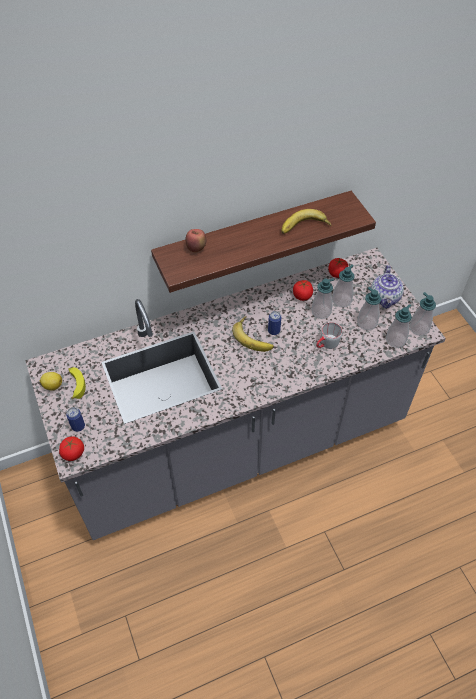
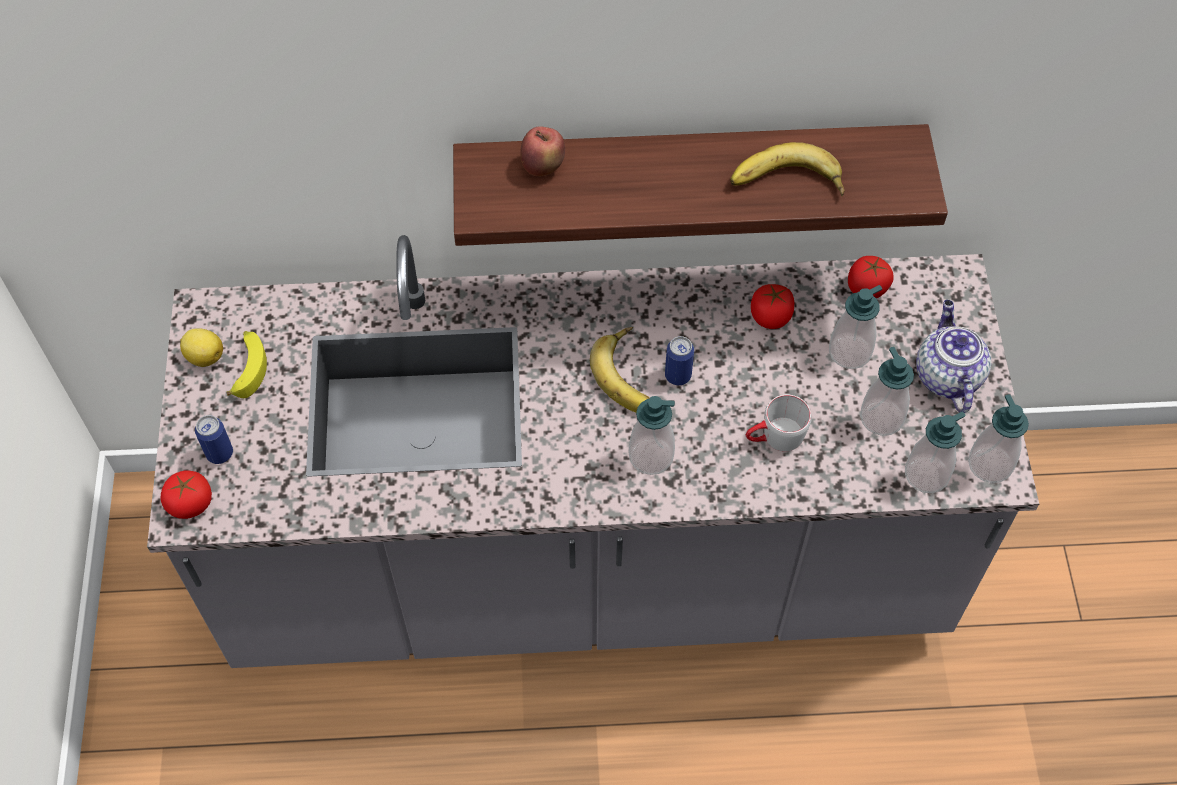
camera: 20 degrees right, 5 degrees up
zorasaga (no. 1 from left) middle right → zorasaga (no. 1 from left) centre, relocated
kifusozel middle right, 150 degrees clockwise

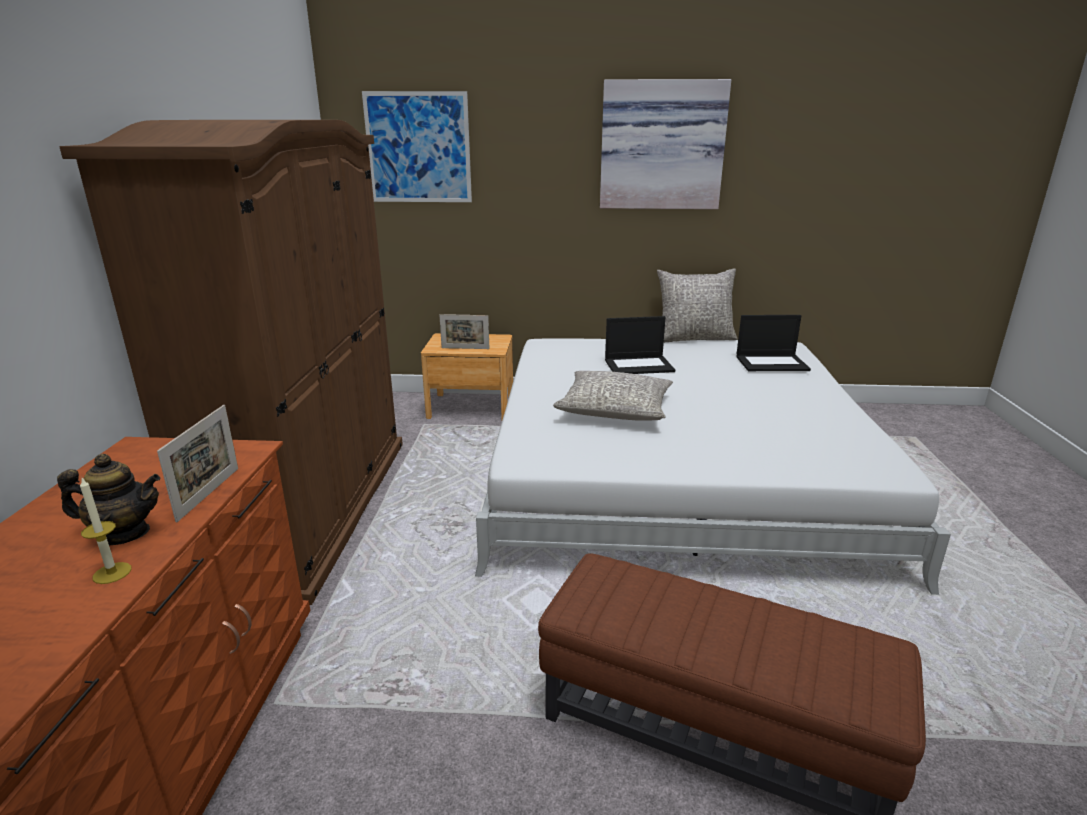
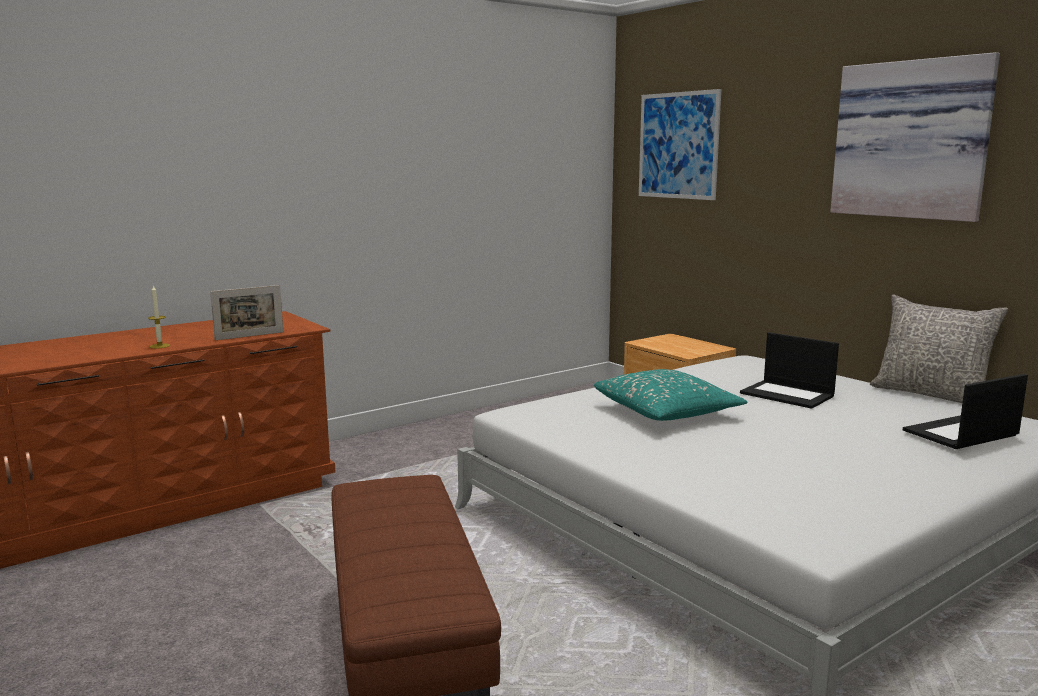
camera: 50 degrees right, 10 degrees down
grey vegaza (no. 1 from left) centre → turquoise vegaza centre
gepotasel (no. 2 from left) middle right, 105 degrees clockwise
kifusozel middle left → -
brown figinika middle left → -
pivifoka (no. 2 from left) centre → -

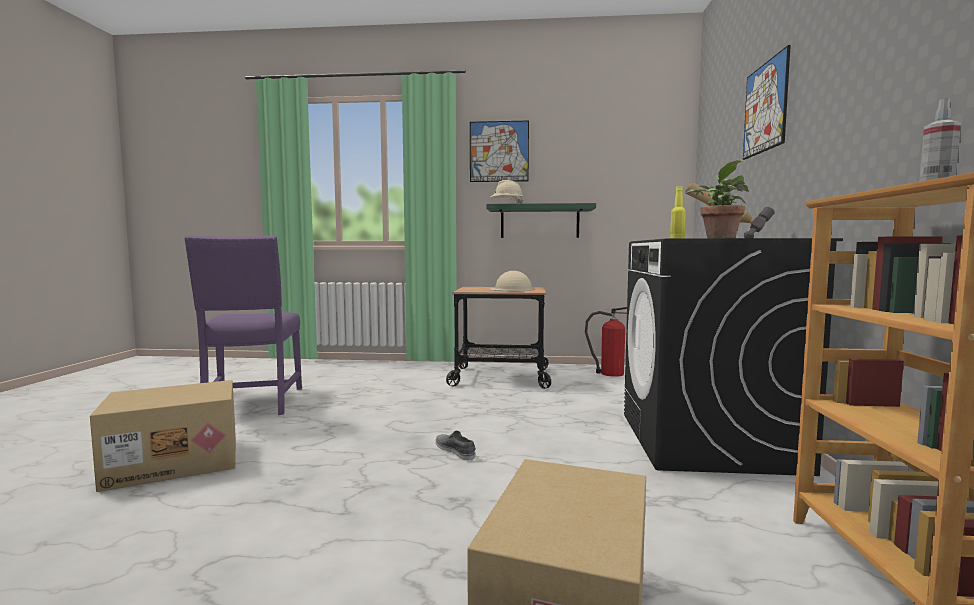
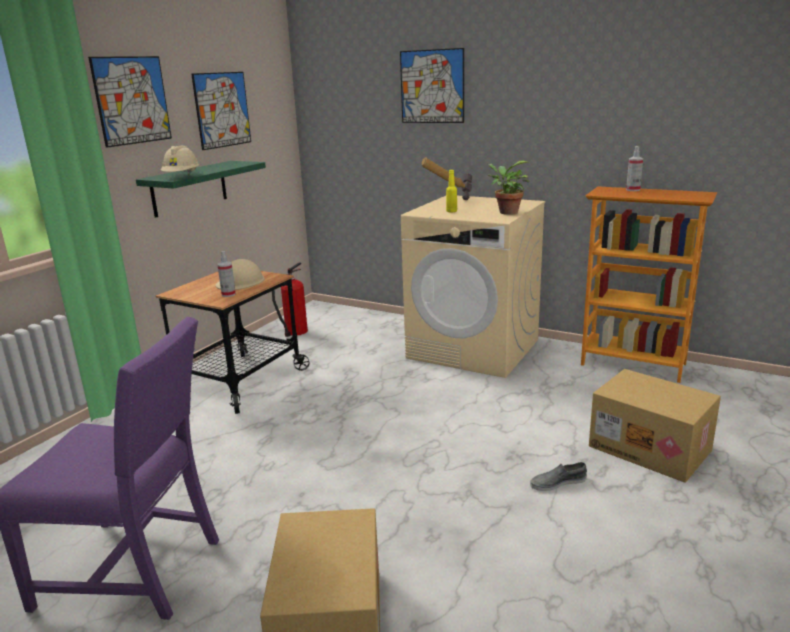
camera: 65 degrees left, 15 degrees up
- → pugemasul (no. 2 from left) top left
- → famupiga (no. 1 from left) middle left
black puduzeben middle right → beige puduzeben centre
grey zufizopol bottom centre → grey zufizopol bottom right, relocated

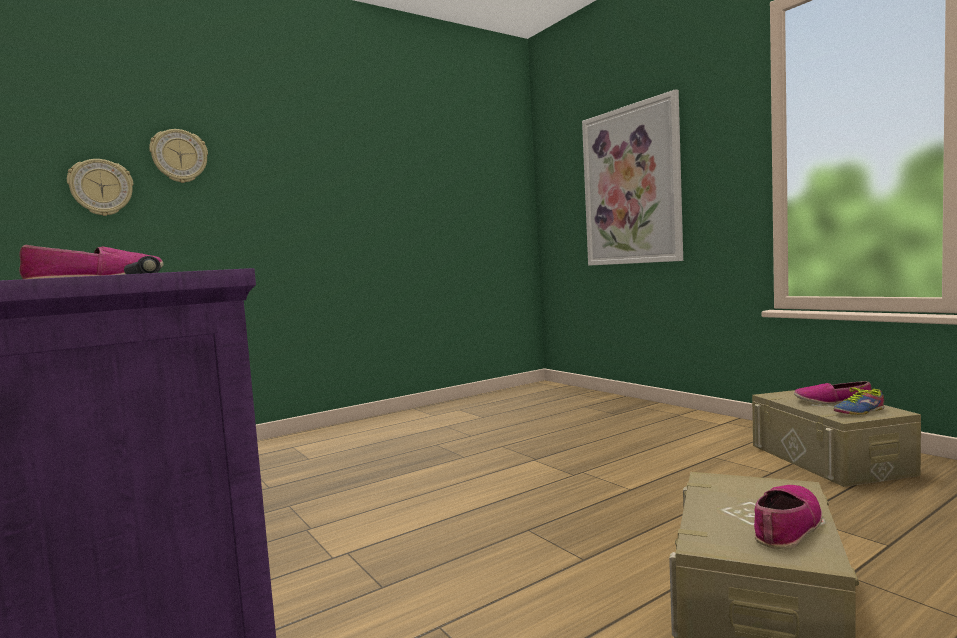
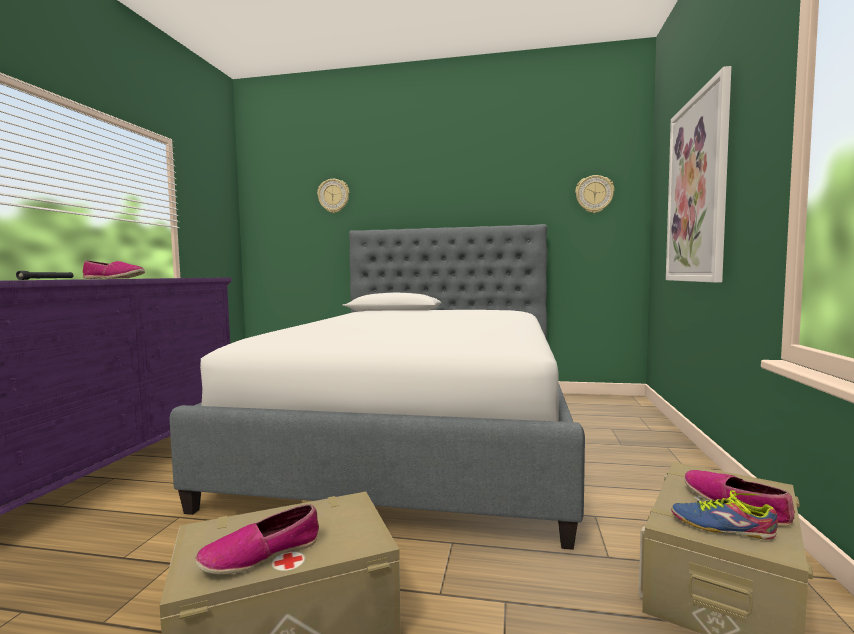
camera: 45 degrees right, 0 degrees up
- → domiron centre
zufizopol (no. 2 from left) bottom right → zufizopol (no. 2 from left) bottom left, 150 degrees clockwise
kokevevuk (no. 1 from left in the first image) top left → kokevevuk (no. 2 from left) top right, relocated

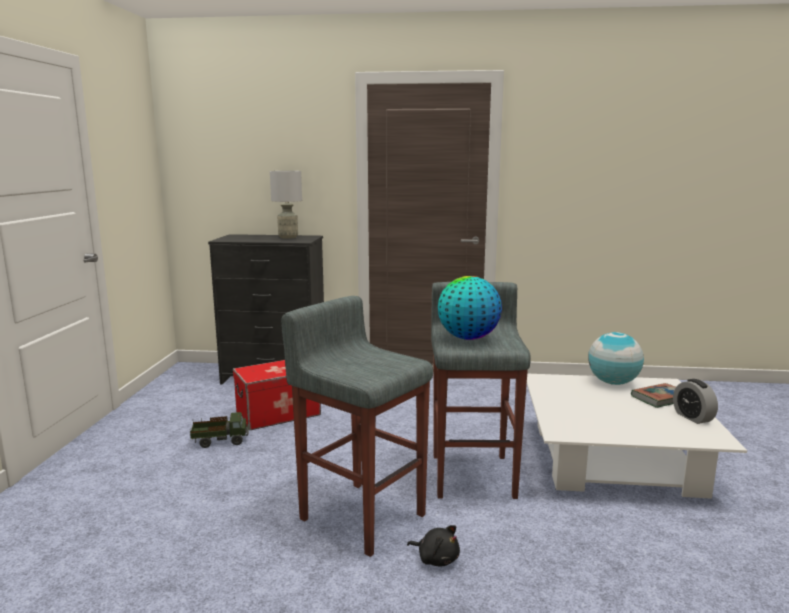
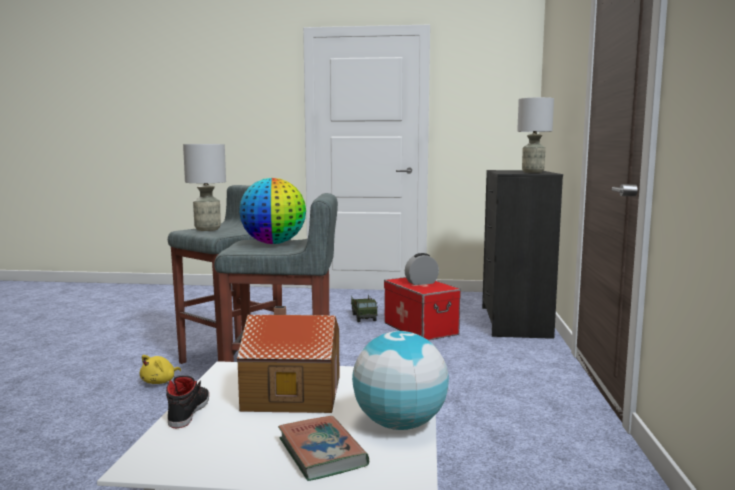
camera: 90 degrees right, 5 degrees down
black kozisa bottom centre → yellow kozisa bottom left
- → black zufizopol bottom left
- → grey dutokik (no. 1 from left) middle left
- → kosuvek bottom centre
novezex middle right → novezex centre, relocated

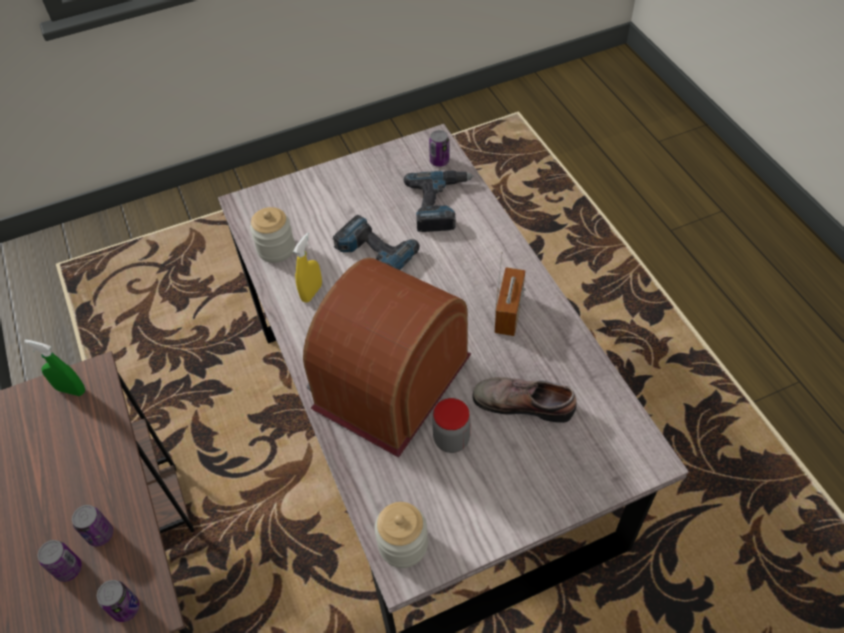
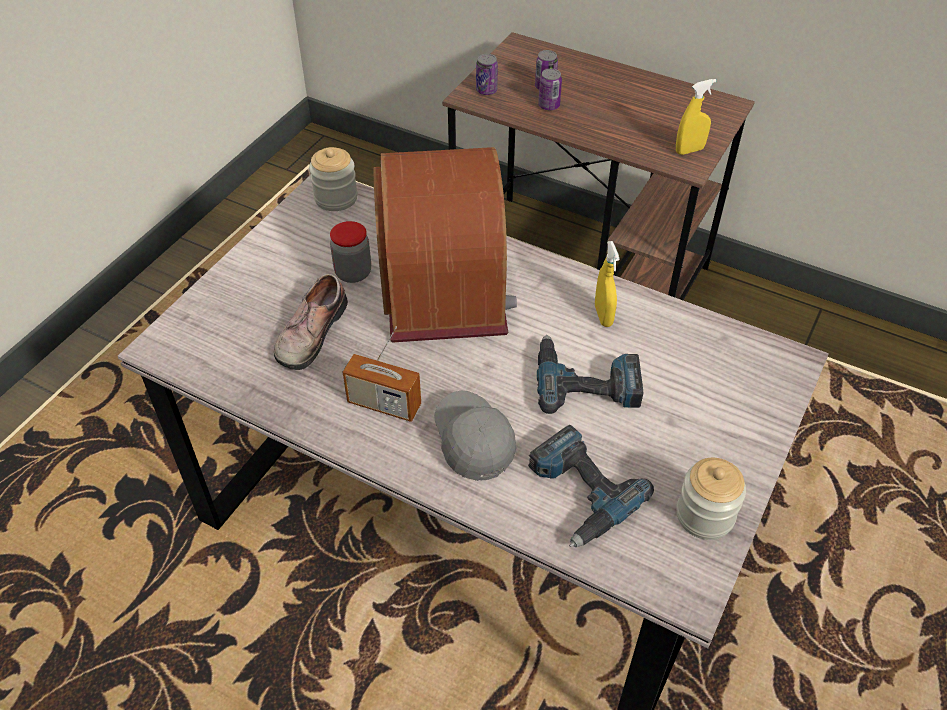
camera: 140 degrees right, 5 degrees down
zufizopol centre → zufizopol middle left, 135 degrees clockwise
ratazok (no. 2 from left in the first image) centre → ratazok (no. 1 from left) centre, 45 degrees counterclockwise
- → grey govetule centre
green famupiga middle left → yellow famupiga (no. 2 from left) top right
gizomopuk (no. 1 from left in the first image) middle left → gizomopuk (no. 3 from left) bottom right, relocated
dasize (no. 4 from left) top centre → -

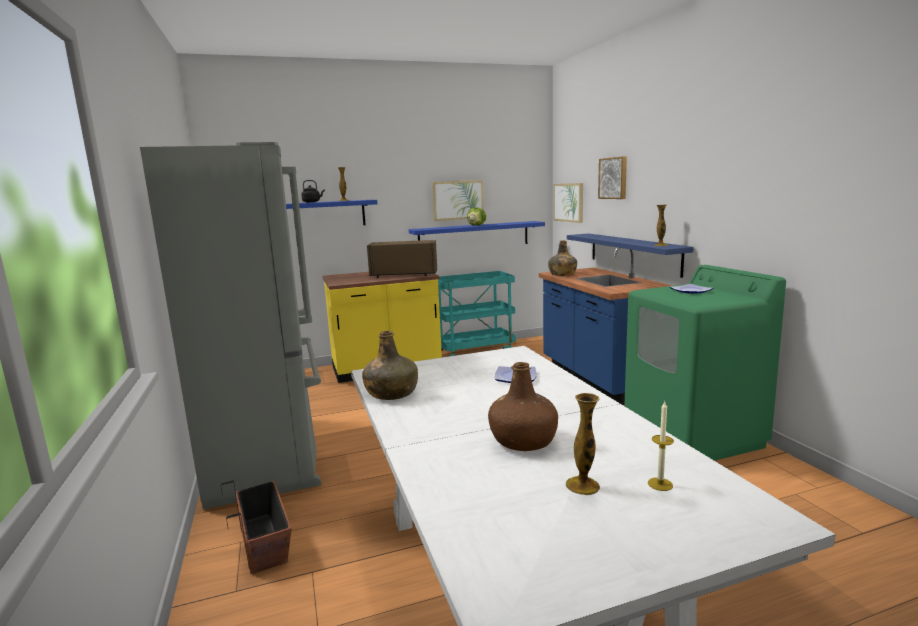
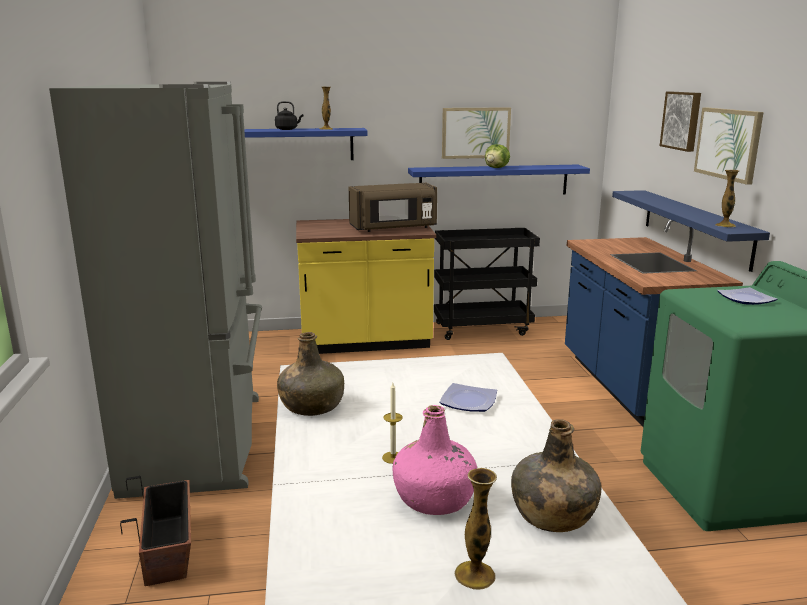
camera: 10 degrees right, 5 degrees up
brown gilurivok centre, 150 degrees clockwise
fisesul bottom right → fisesul bottom centre, relocated
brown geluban centre → pink geluban bottom centre
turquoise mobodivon centre → black mobodivon centre
green geluban (no. 2 from left) centre → green geluban (no. 2 from left) bottom right, relocated
pugemasul (no. 2 from left in the first image) top centre → pugemasul (no. 3 from left) top right, relocated

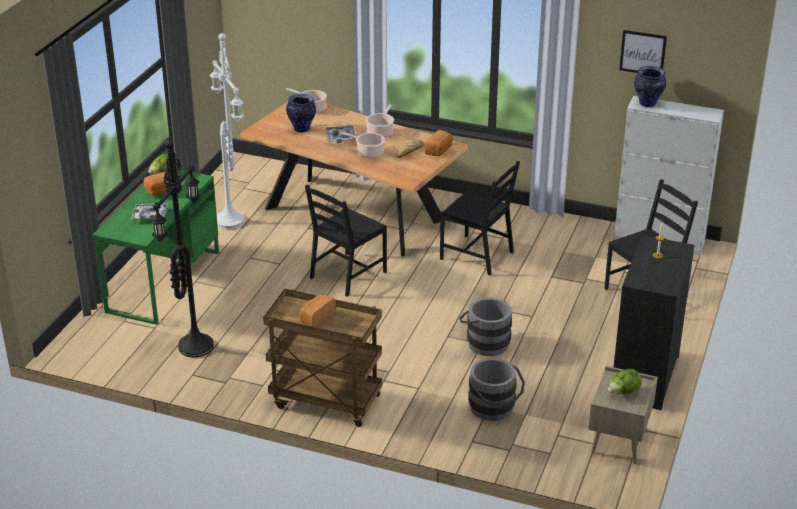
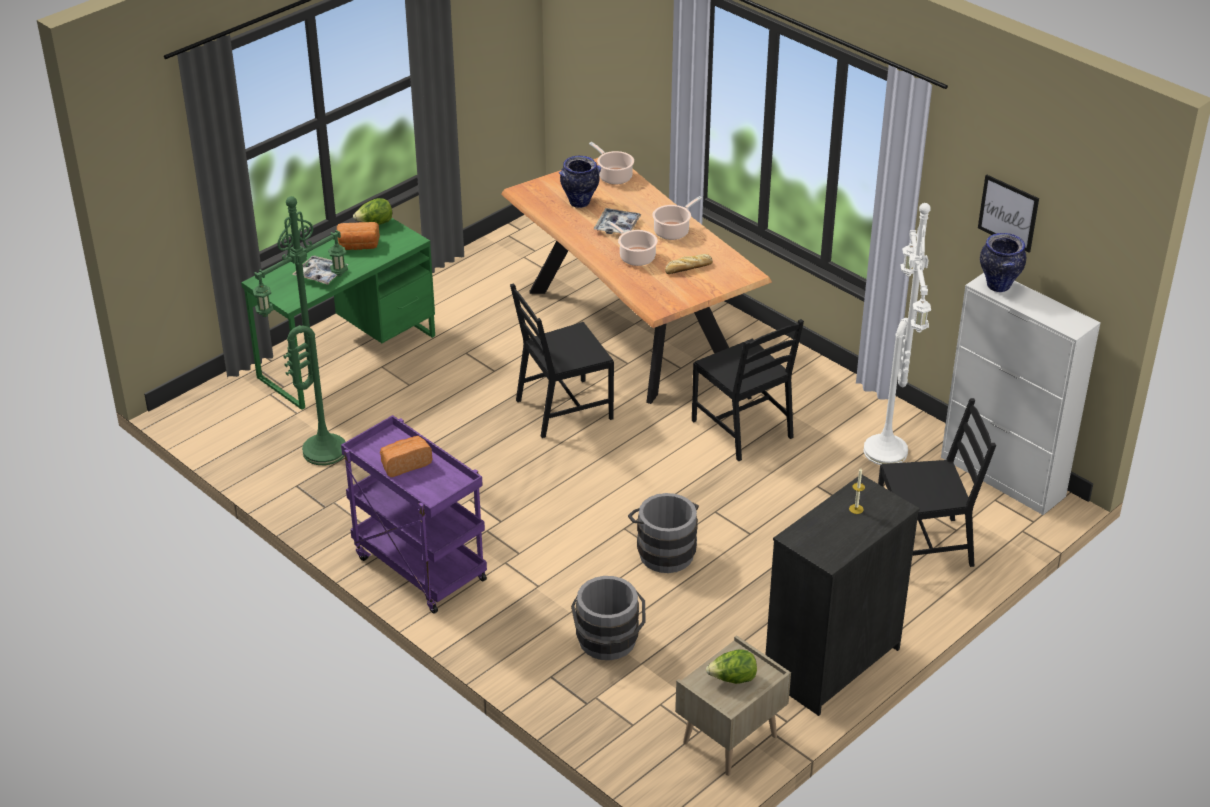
camera: 25 degrees right, 5 degrees up
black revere middle left → green revere middle left
brown mobodivon bottom centre → purple mobodivon centre
white revere top left → white revere middle right, relocated
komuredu (no. 4 from left) top centre → -

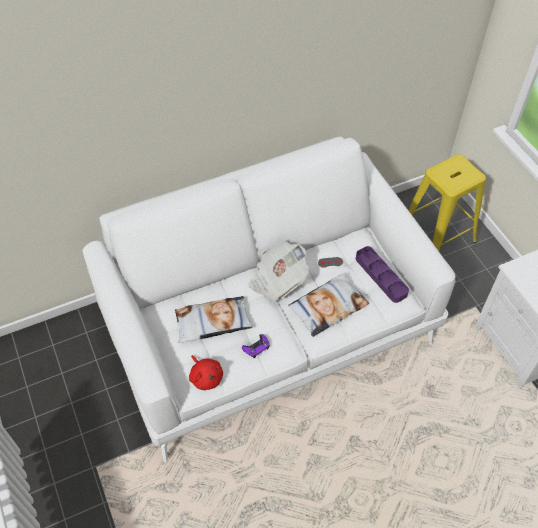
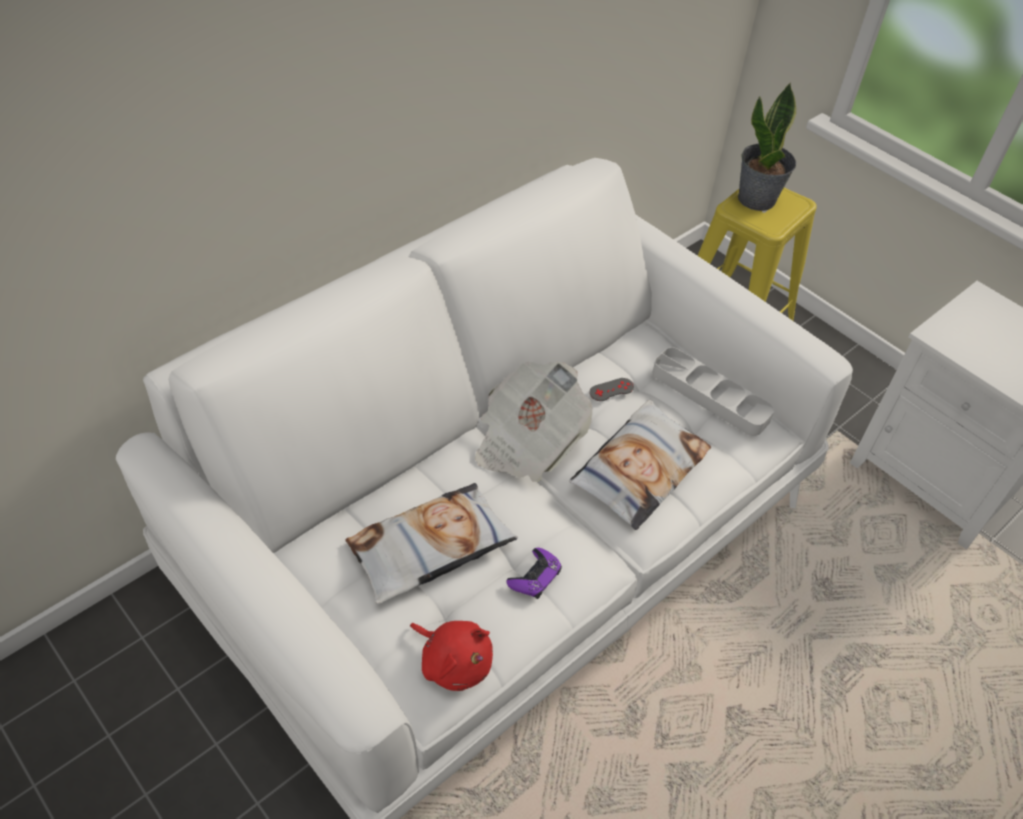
camera: 20 degrees left, 5 degrees down
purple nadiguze middle right → grey nadiguze middle right
- → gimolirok top right

